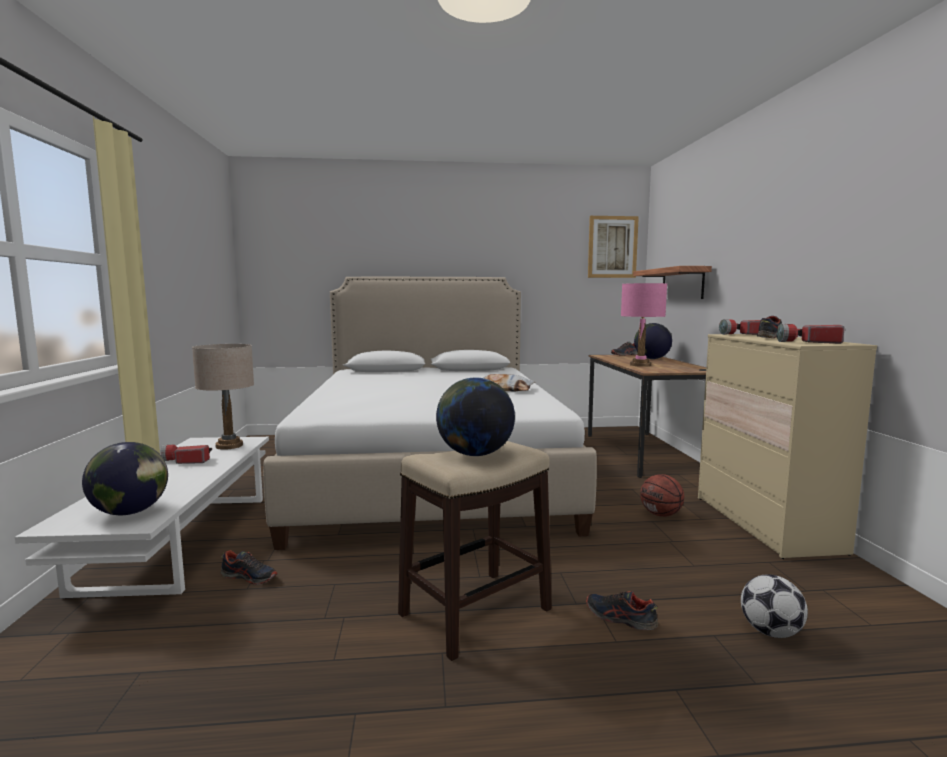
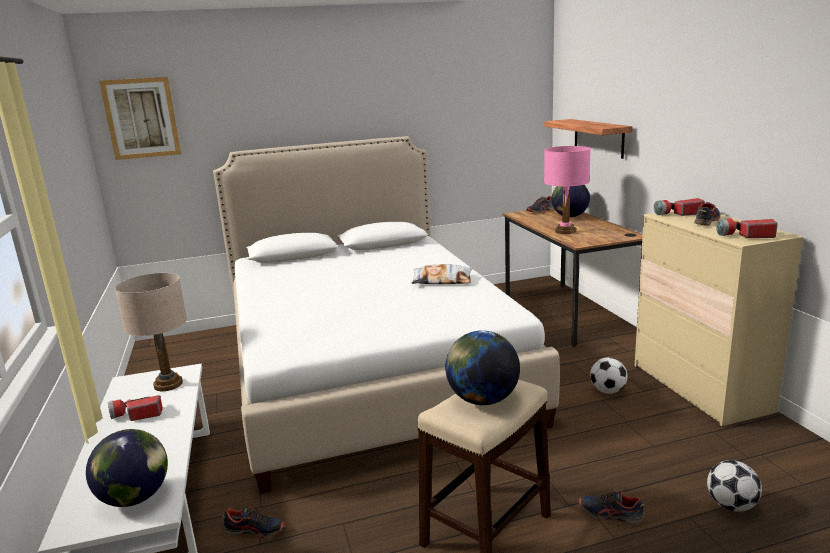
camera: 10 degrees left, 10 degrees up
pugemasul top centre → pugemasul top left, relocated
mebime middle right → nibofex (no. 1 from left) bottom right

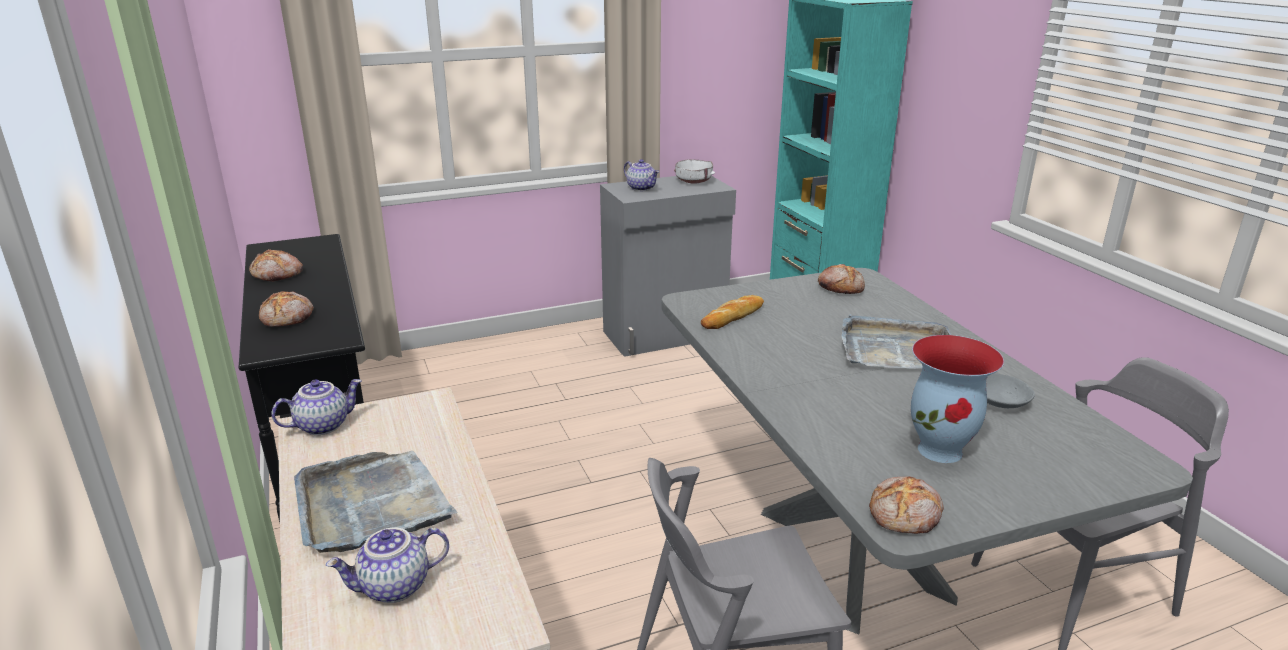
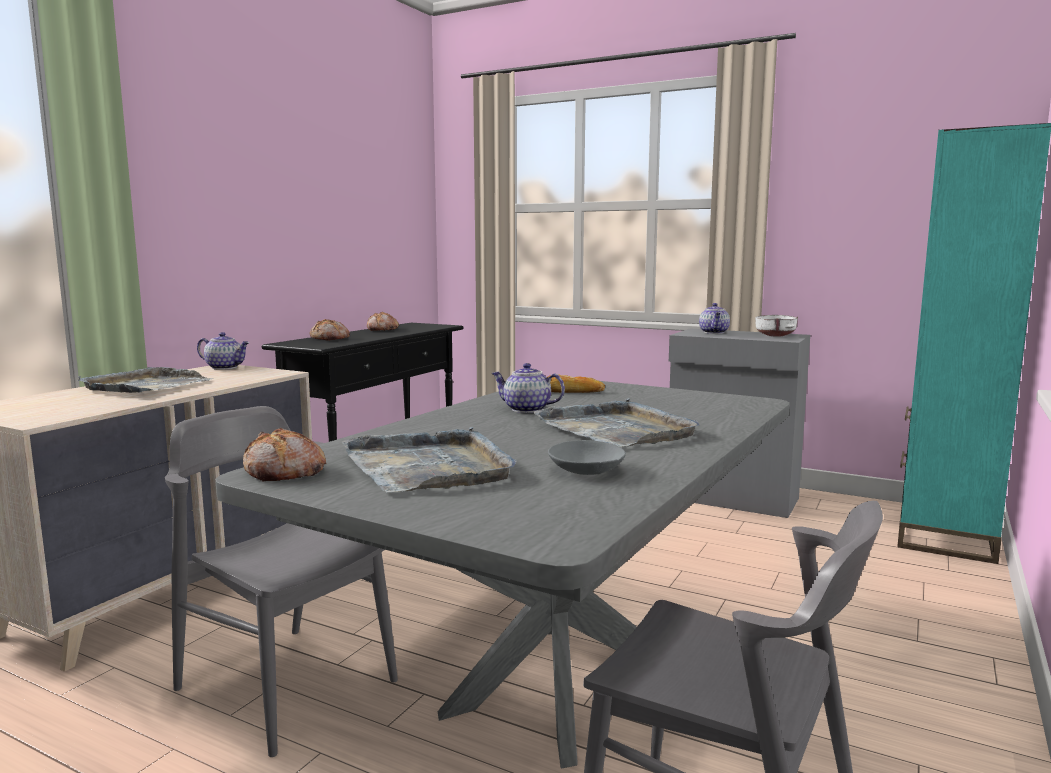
camera: 50 degrees right, 15 degrees down
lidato middle right → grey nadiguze (no. 2 from left) centre
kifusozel (no. 2 from left) bottom left → kifusozel (no. 2 from left) centre, relocated
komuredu (no. 4 from left) centre → -

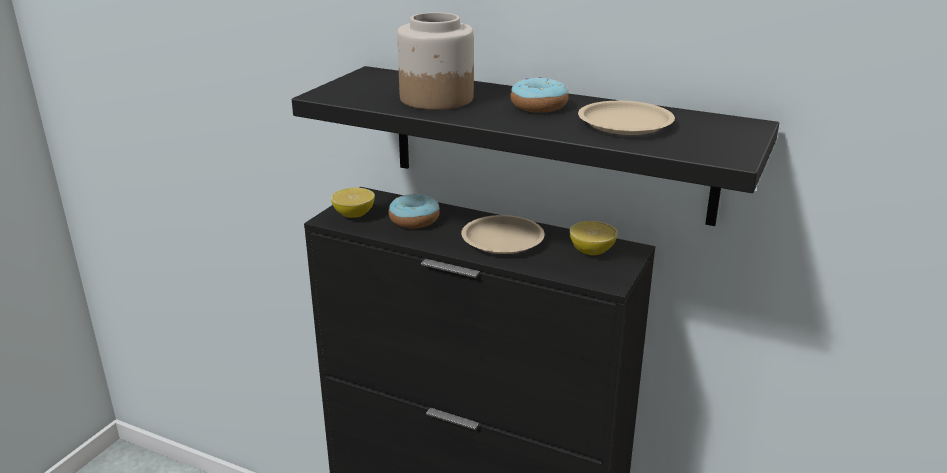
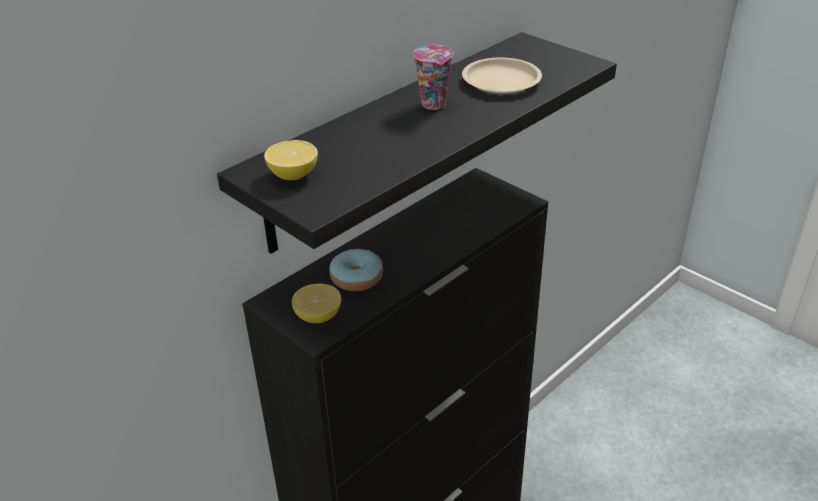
camera: 70 degrees left, 10 degrees up
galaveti (no. 2 from left in the first image) centre → galaveti (no. 1 from left) top centre, relocated
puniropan (no. 2 from left) top centre → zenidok top centre
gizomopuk top centre → -
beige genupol (no. 1 from left) centre → -

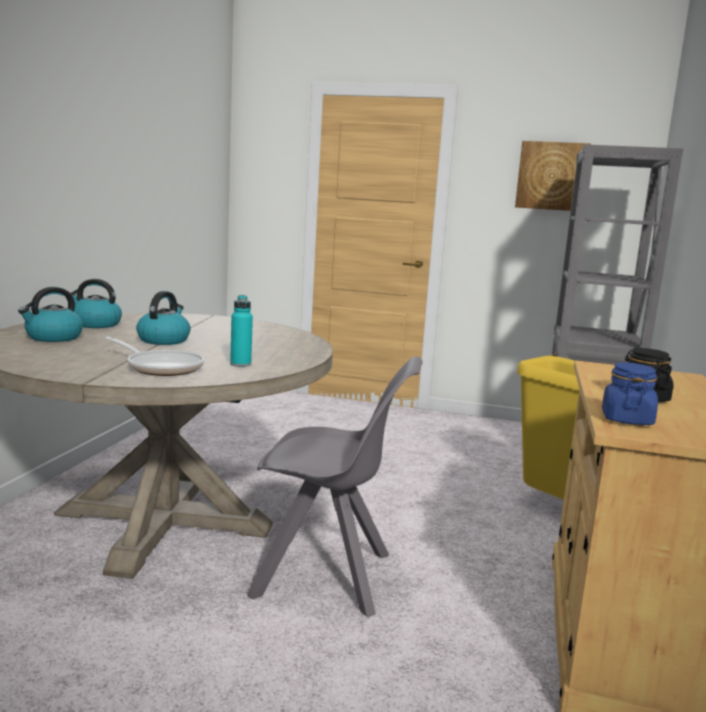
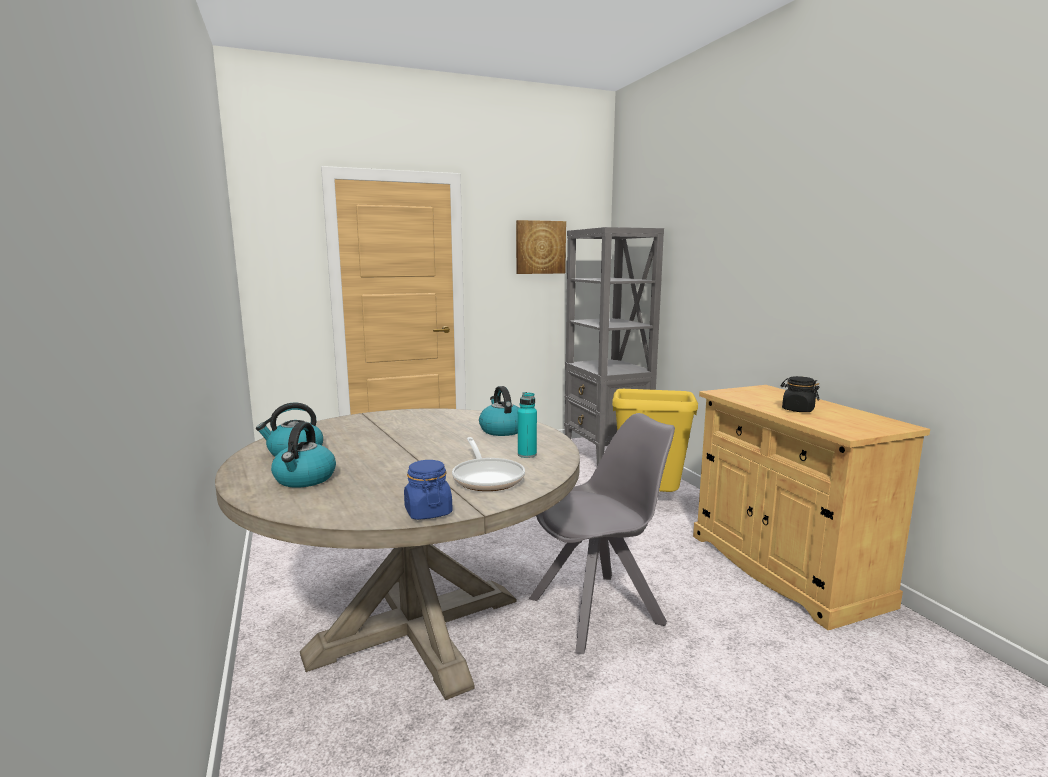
camera: 35 degrees left, 0 degrees up
blue gizomopuk middle right → blue gizomopuk centre, relocated
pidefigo middle left → pidefigo centre, 75 degrees clockwise
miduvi (no. 3 from left) middle left → miduvi (no. 3 from left) centre, relocated

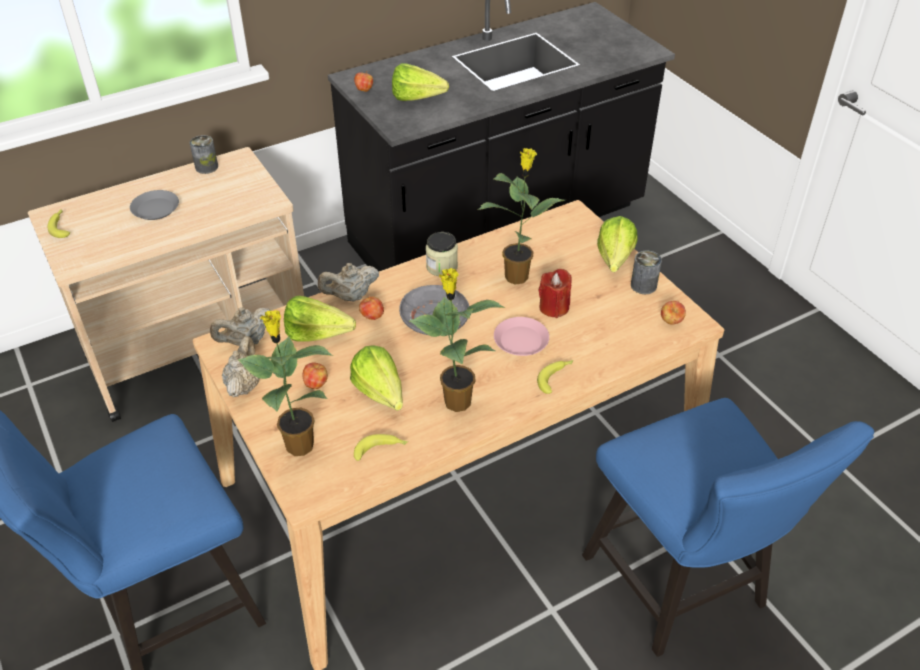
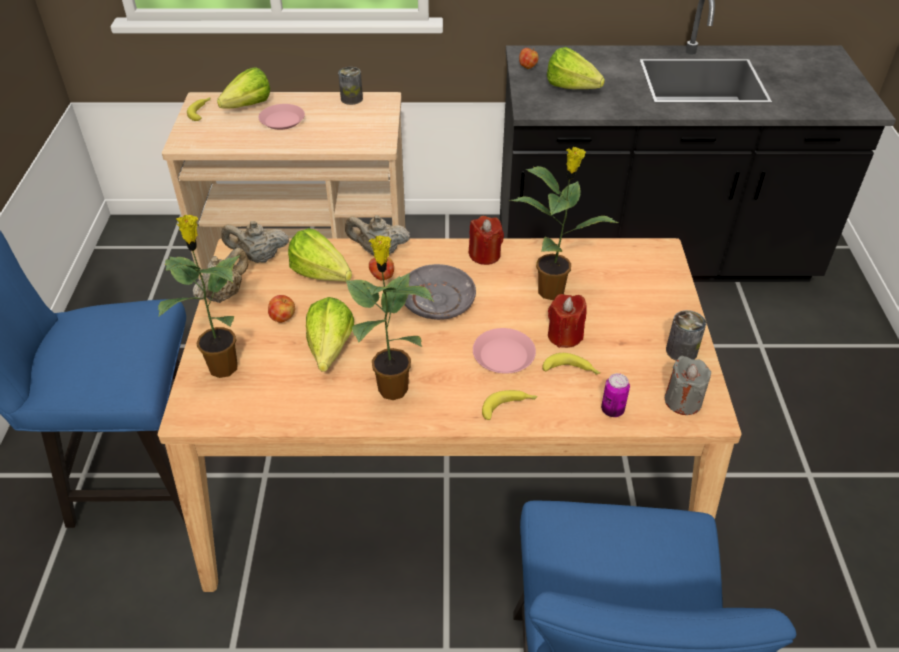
camera: 30 degrees right, 0 degrees up
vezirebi (no. 4 from left in the first image) middle right → vezirebi (no. 1 from left) top left, relocated
grey genupol (no. 1 from left) top left → pink genupol (no. 1 from left) top left
gizomopuk centre → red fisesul (no. 1 from left) centre
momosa (no. 2 from left in the first image) bottom centre → momosa (no. 3 from left) centre, relocated
- → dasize (no. 2 from left) middle right
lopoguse (no. 4 from left) middle right → grey fisesul middle right

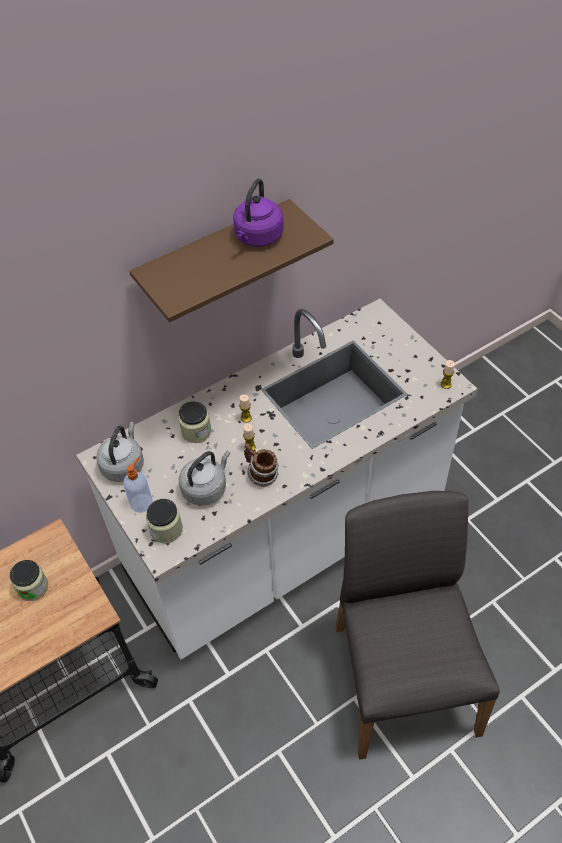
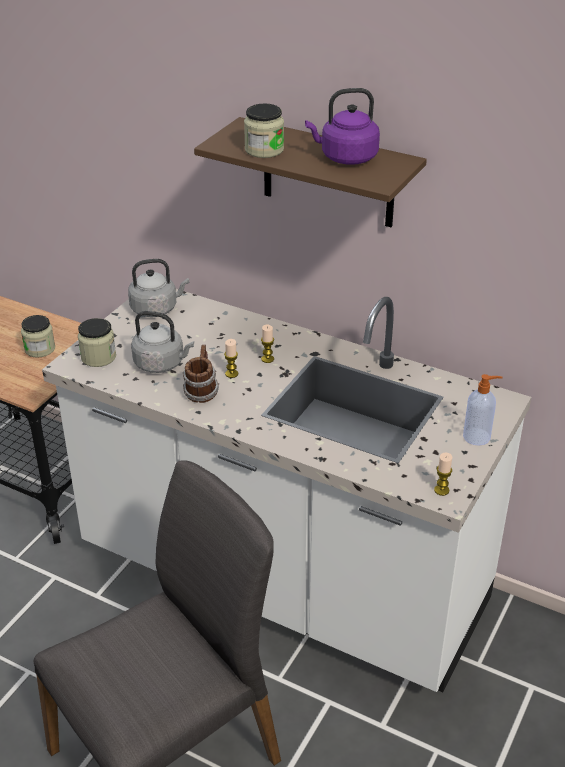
camera: 60 degrees right, 15 degrees down
gizomopuk (no. 3 from left) centre → gizomopuk (no. 3 from left) top centre, relocated
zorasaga middle left → zorasaga middle right, relocated

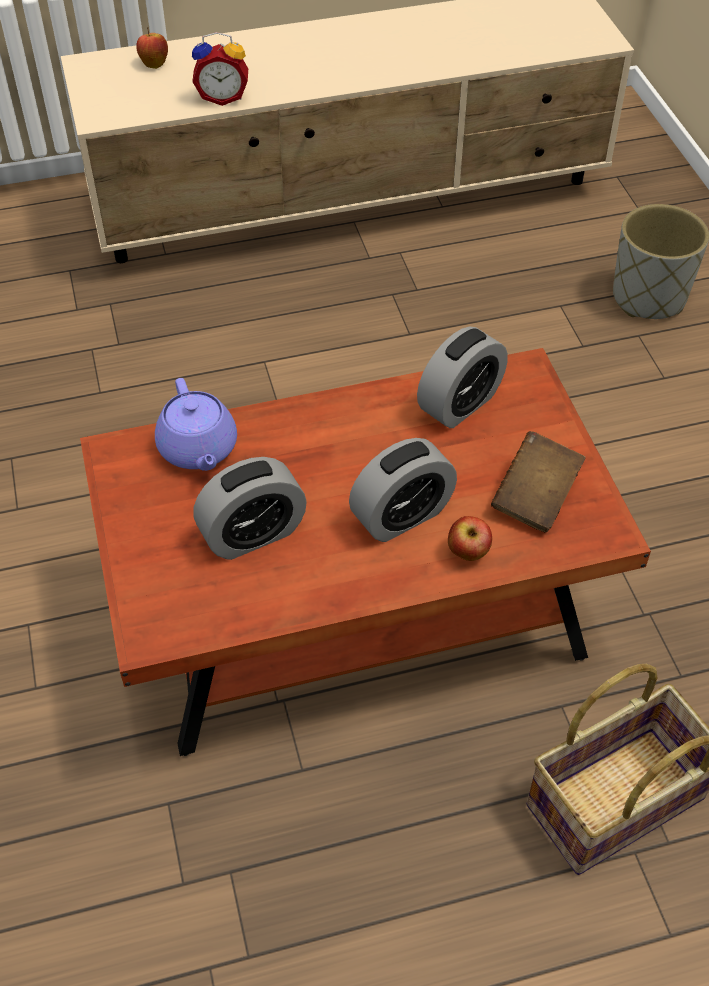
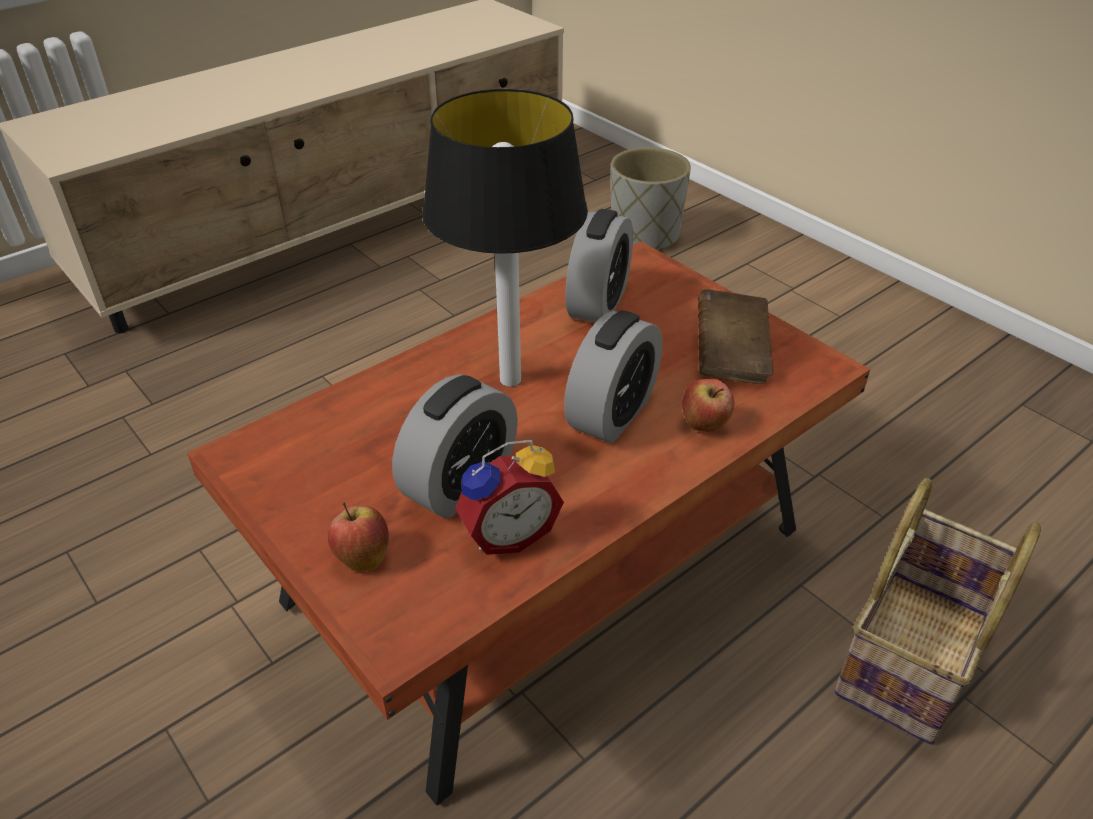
camera: 25 degrees left, 10 degrees down
lopoguse (no. 1 from left) top left → lopoguse (no. 1 from left) middle left, relocated
- → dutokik top centre
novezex (no. 1 from left in the first image) top left → novezex (no. 2 from left) centre, relocated
purple kifusozel middle left → -

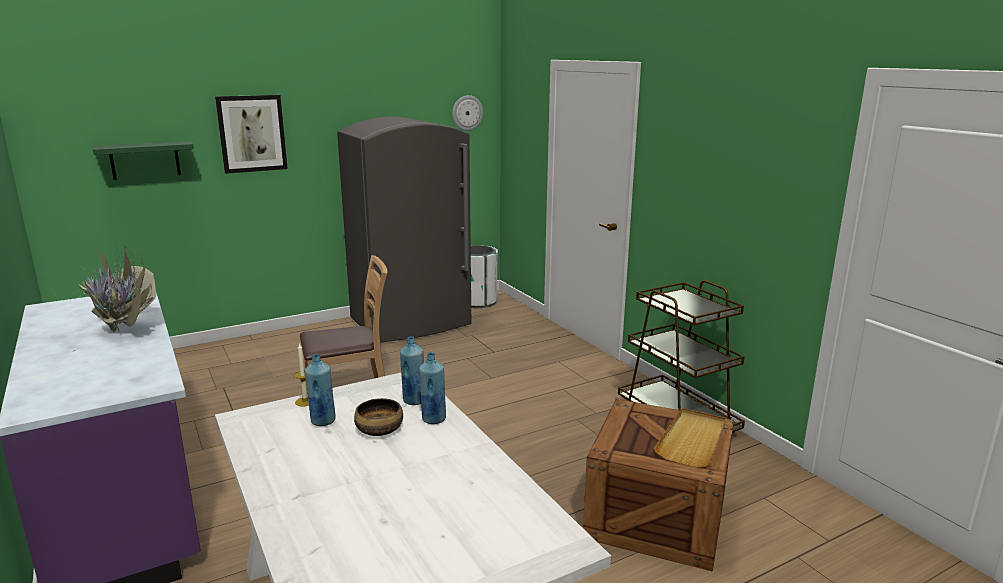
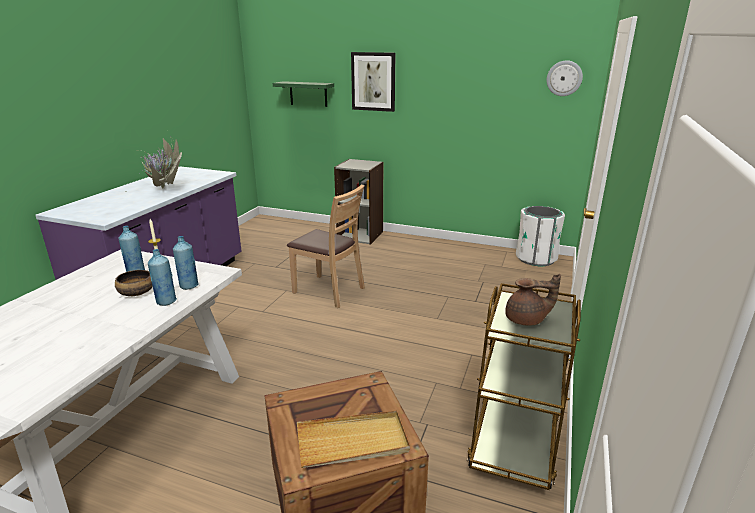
camera: 50 degrees right, 5 degrees up
- → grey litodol centre
- → brown kifusozel middle right
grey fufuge centre → -

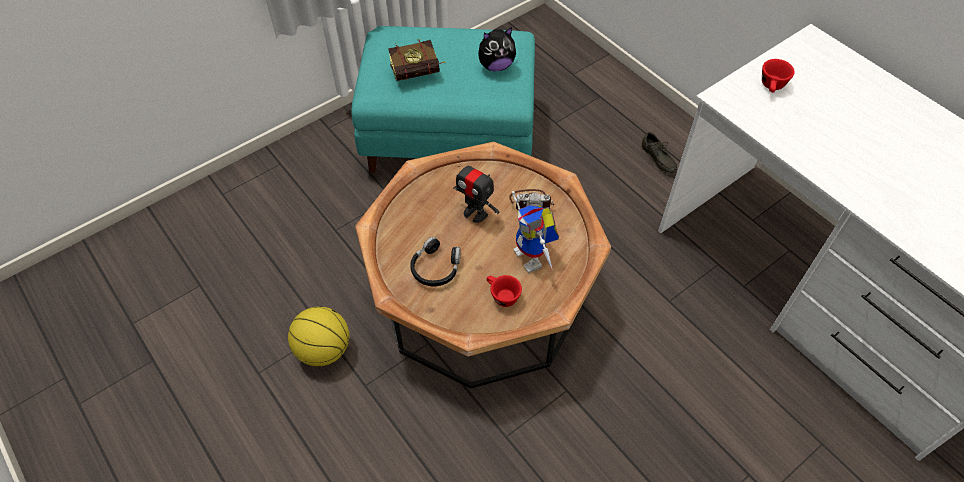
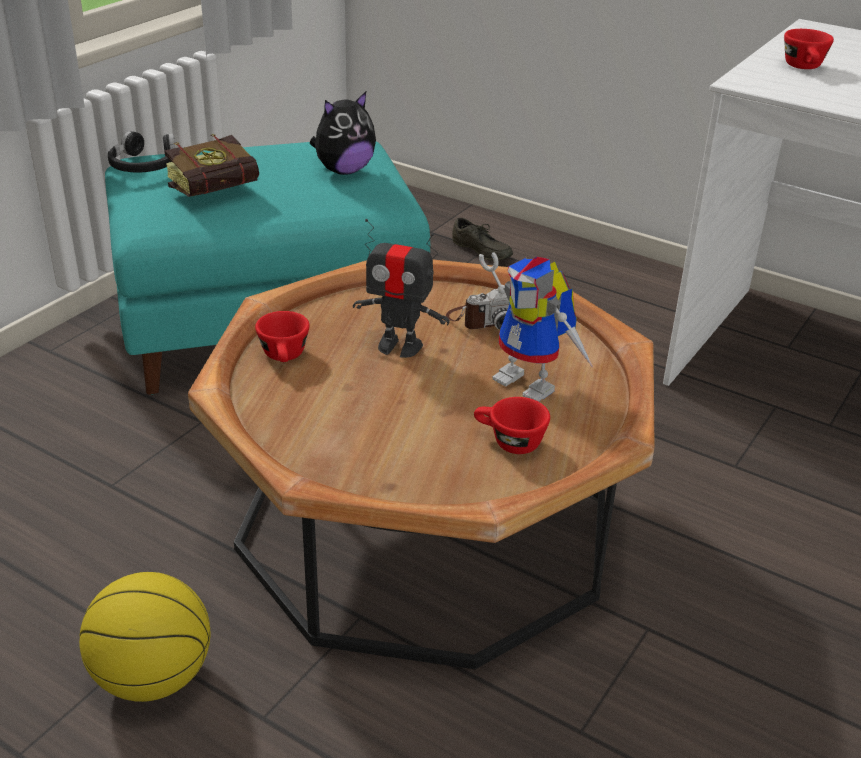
camera: 20 degrees left, 20 degrees down
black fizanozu centre → black fizanozu top left, relocated
- → red zenidok (no. 1 from left) middle left
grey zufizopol top right → grey zufizopol top centre, relocated

